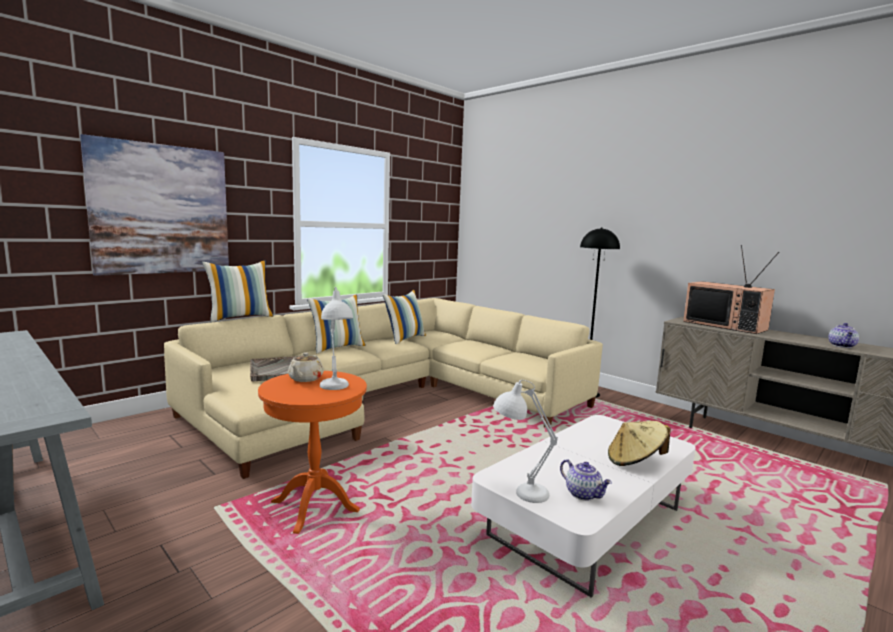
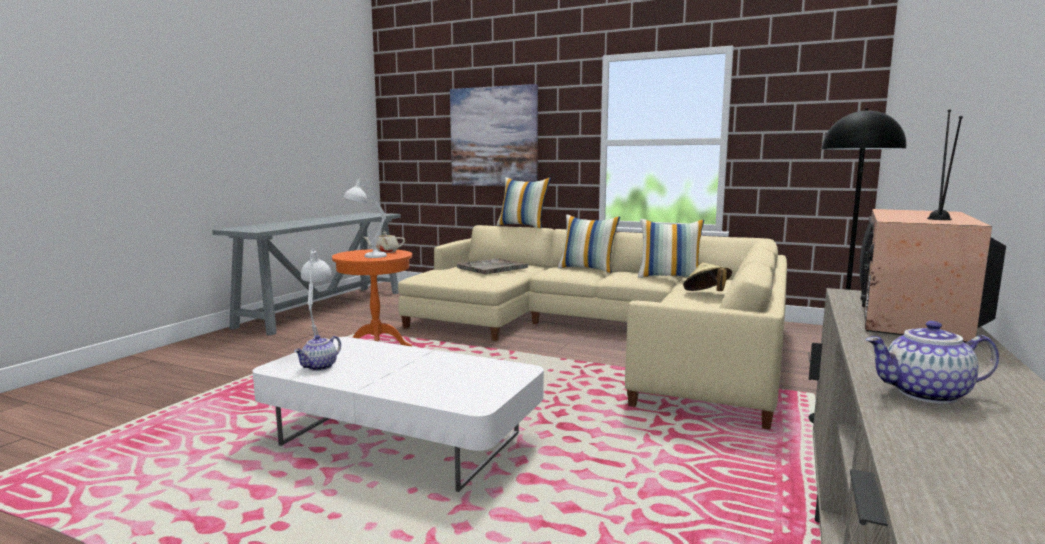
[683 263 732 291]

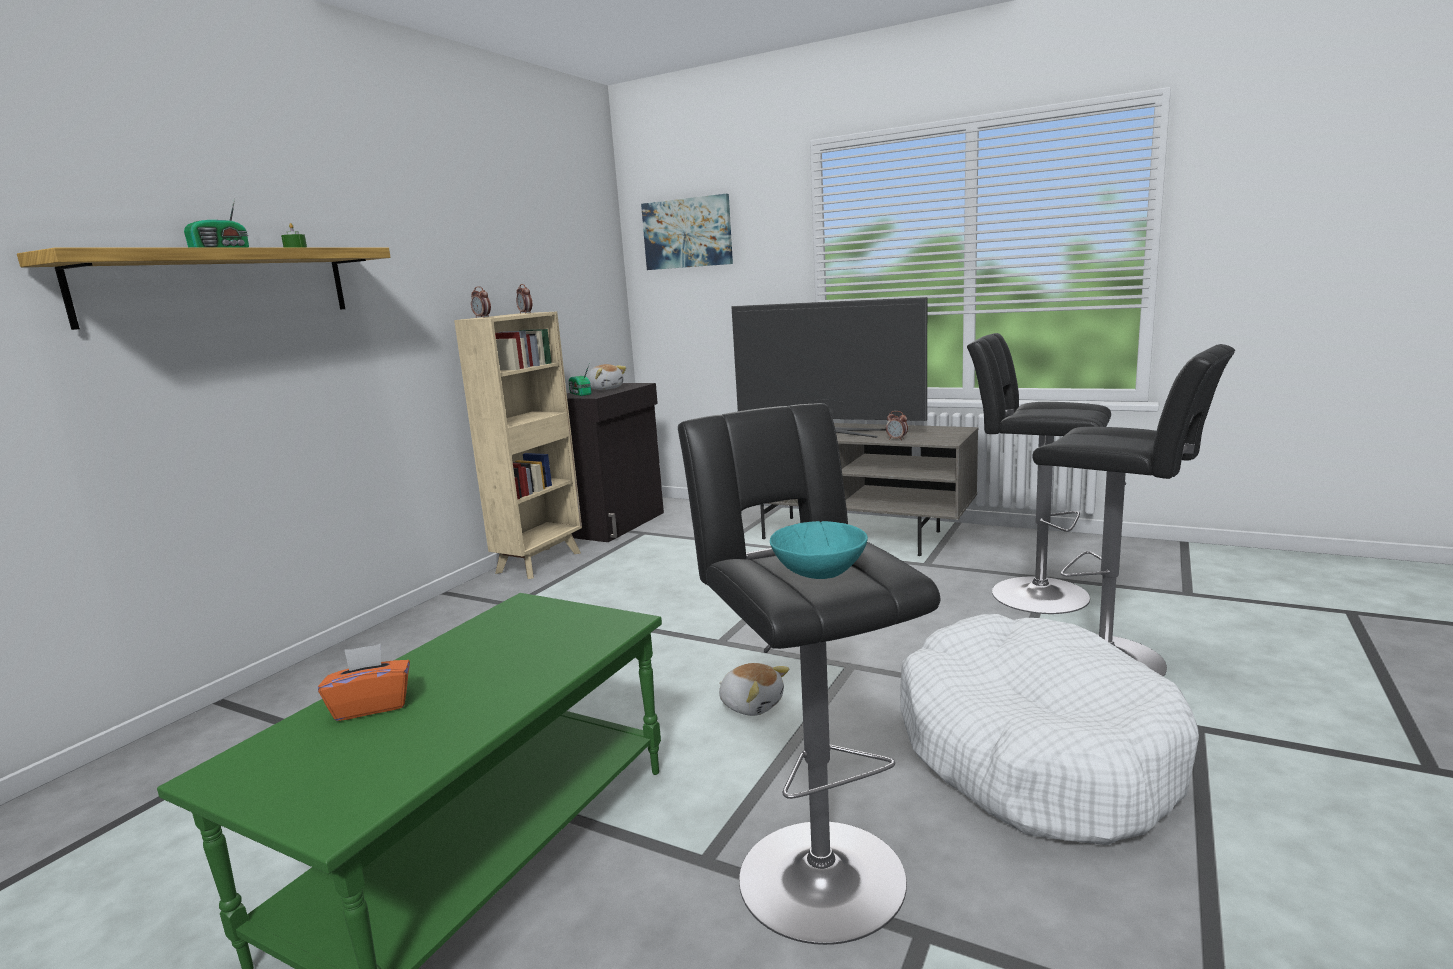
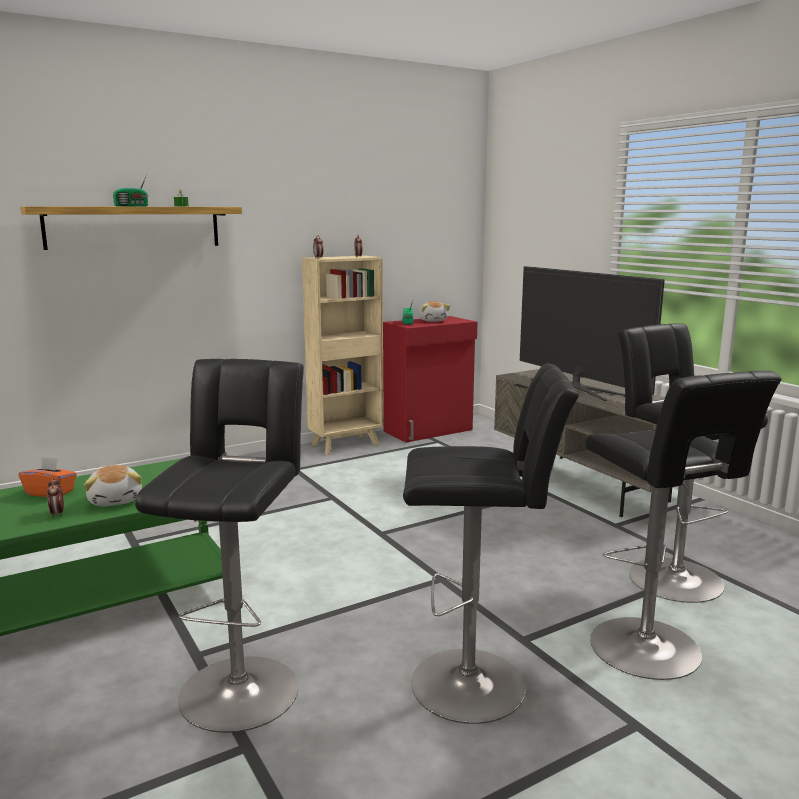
[641 194 733 270] (first image)
[770 521 868 579] (first image)
[84 465 142 506]
[47 477 64 518]
[403 363 579 724]
[383 316 477 443]

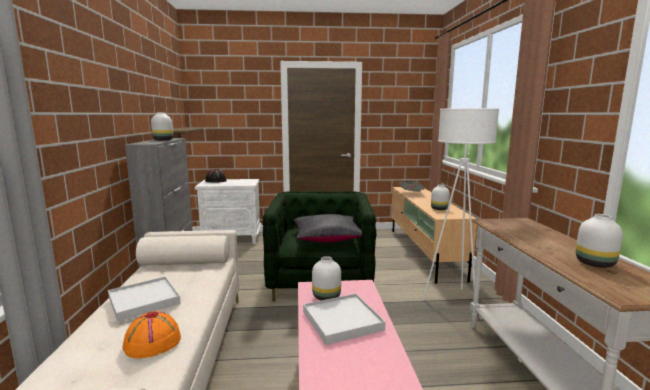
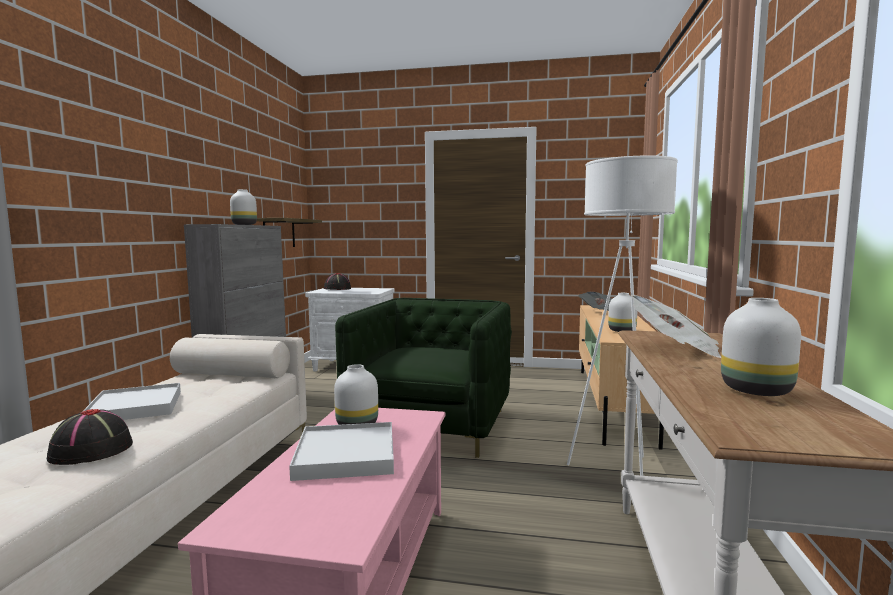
[294 214 362 243] (first image)
[631 295 721 358]
[47 409 133 465]

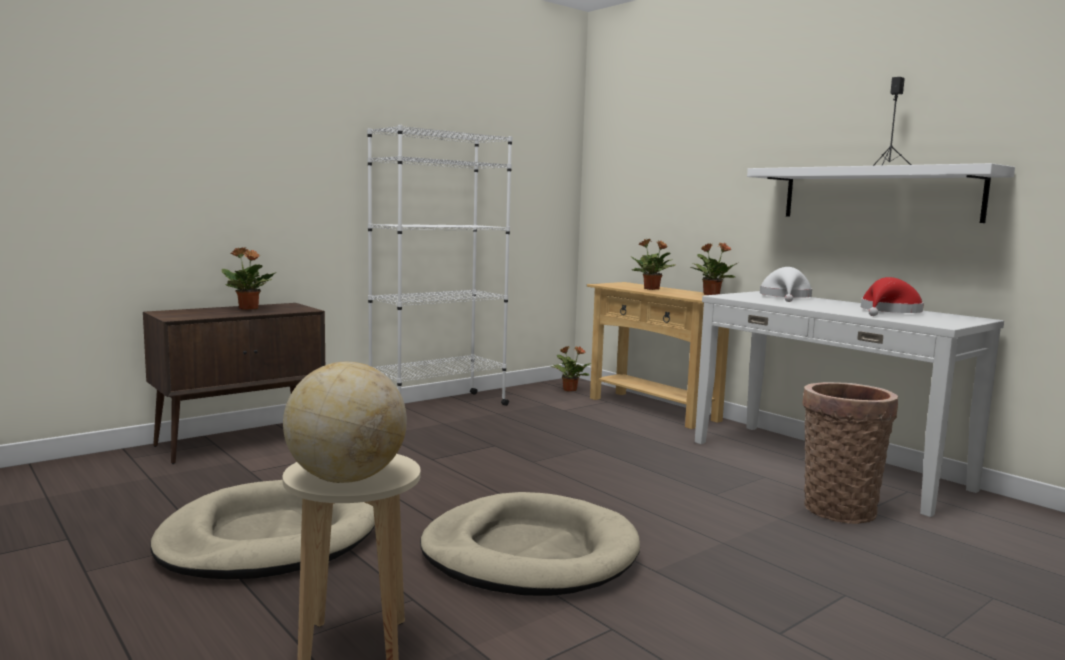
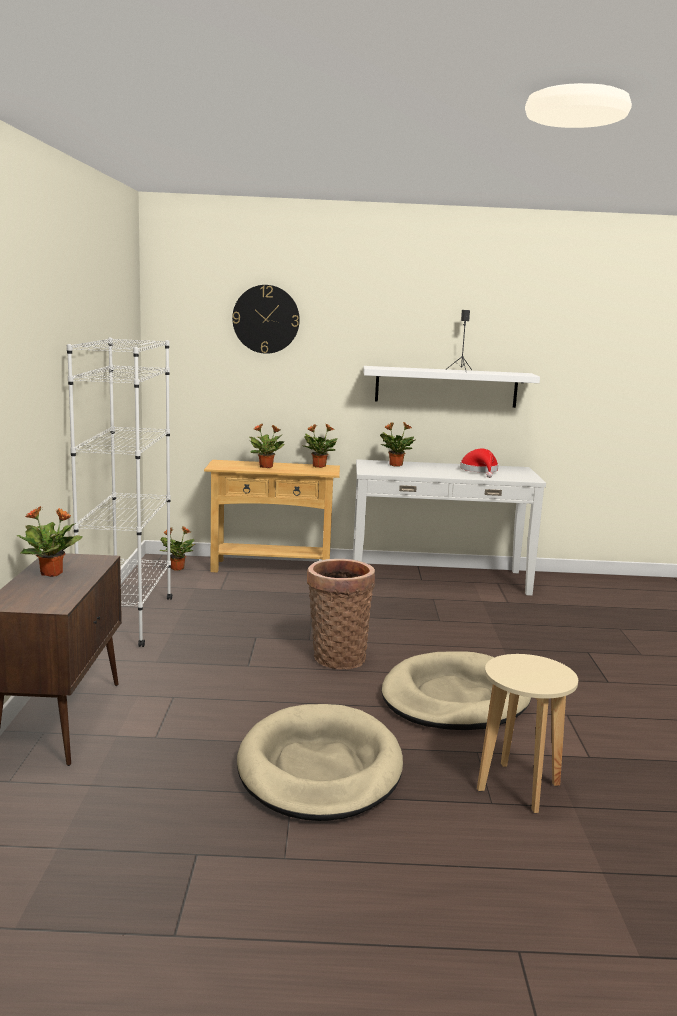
[283 362 407 483] (first image)
[232 285 300 354]
[307 559 375 669]
[380 422 416 467]

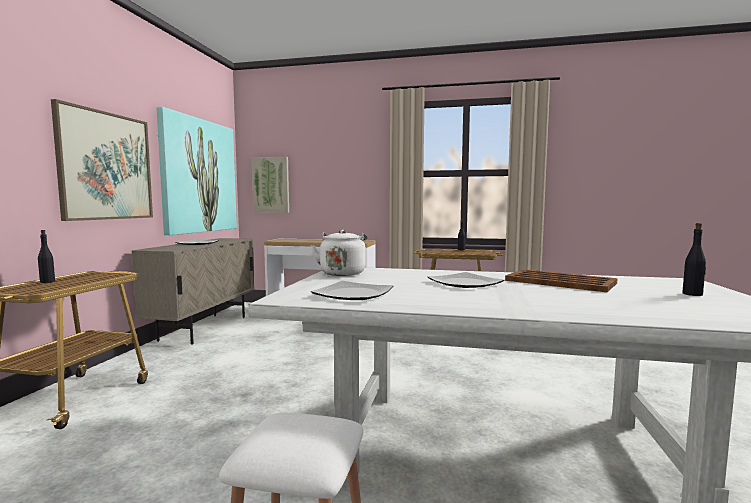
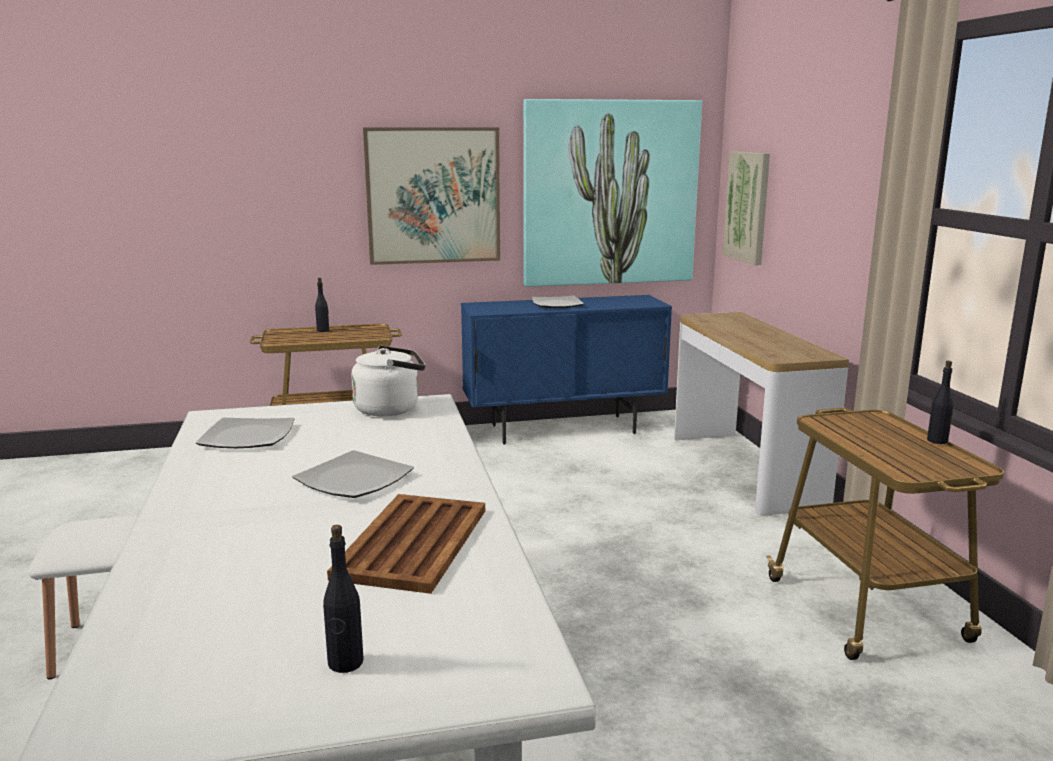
[461 295 672 445]

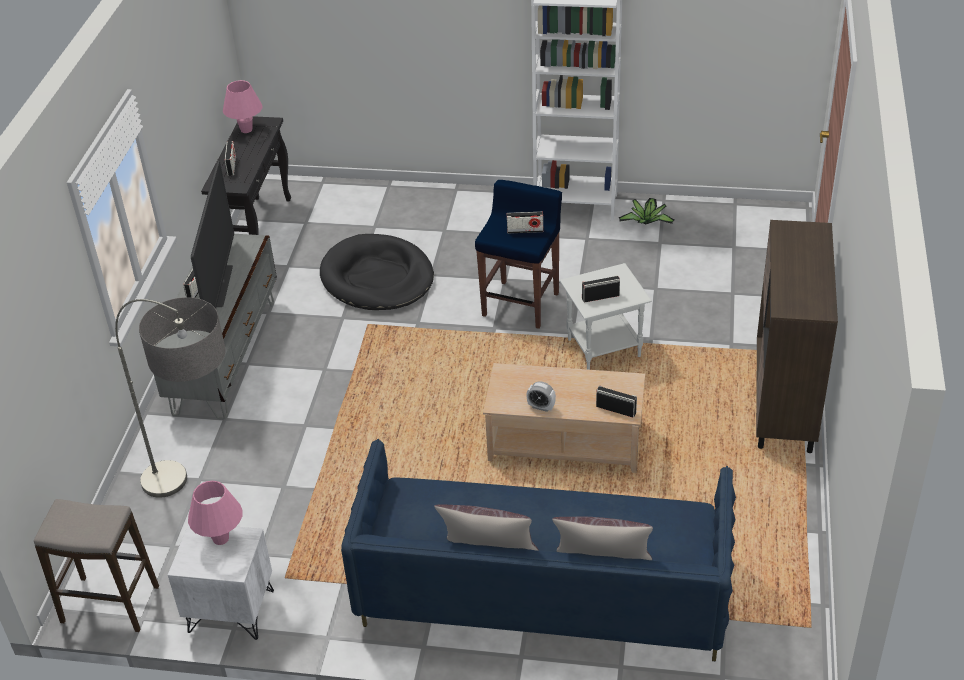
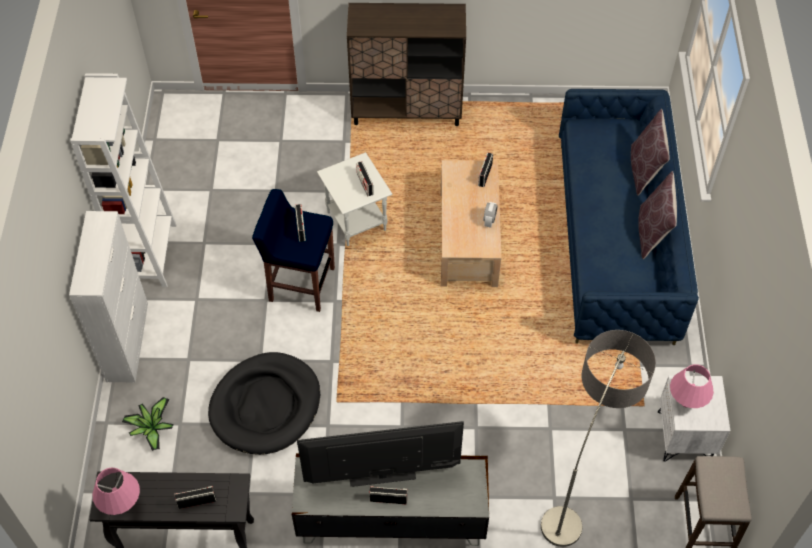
[69 211 148 383]
[122 397 174 451]

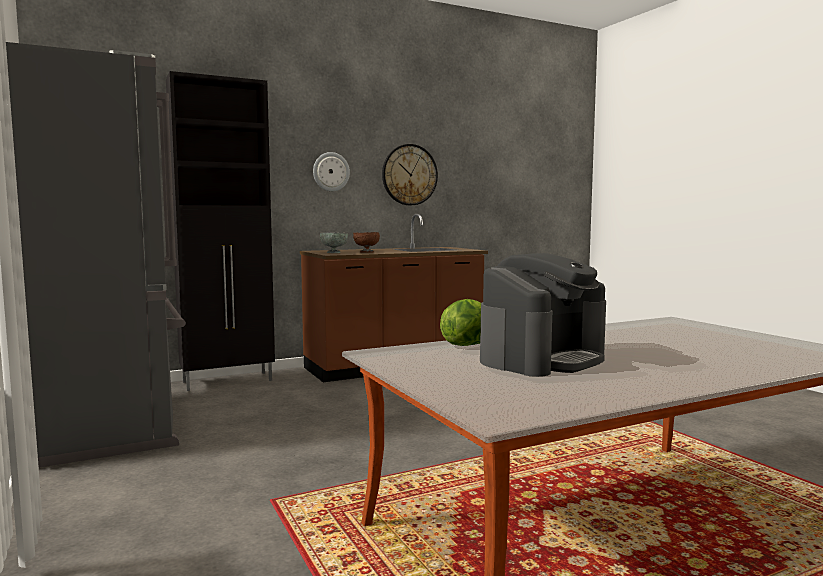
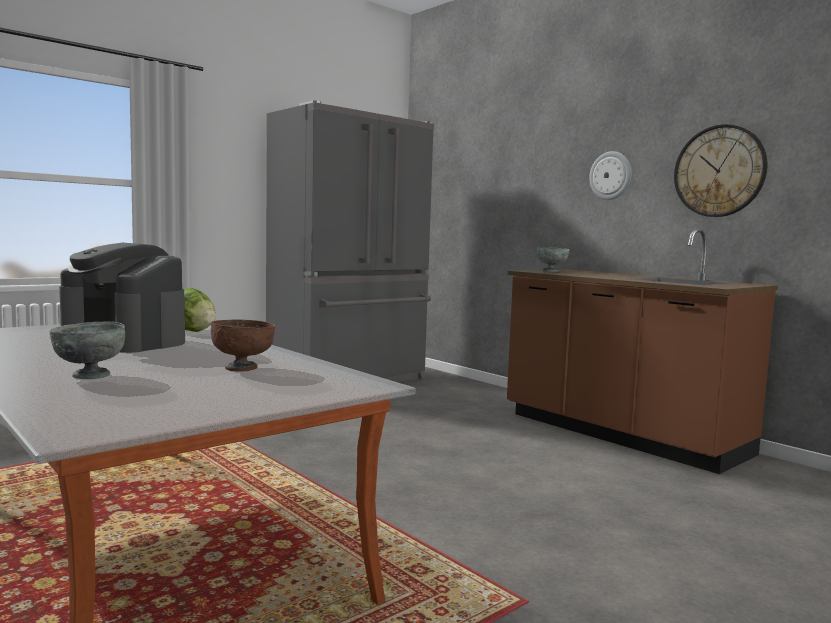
[166 71 275 391] (first image)
[49 322 125 379]
[211 319 276 372]

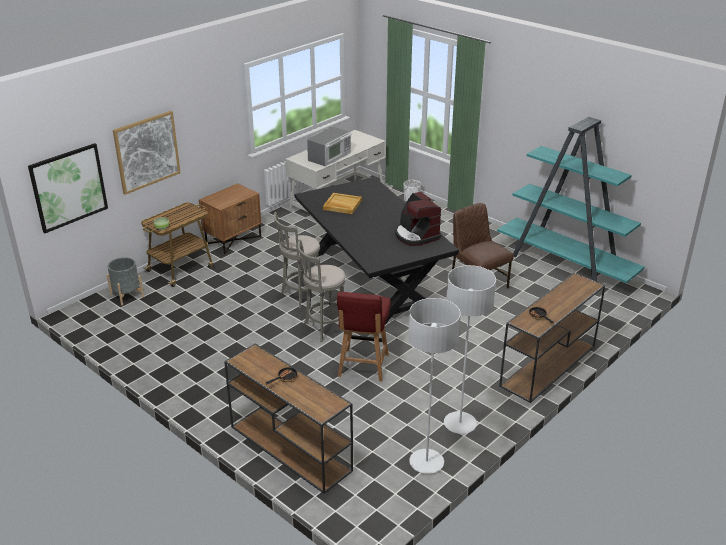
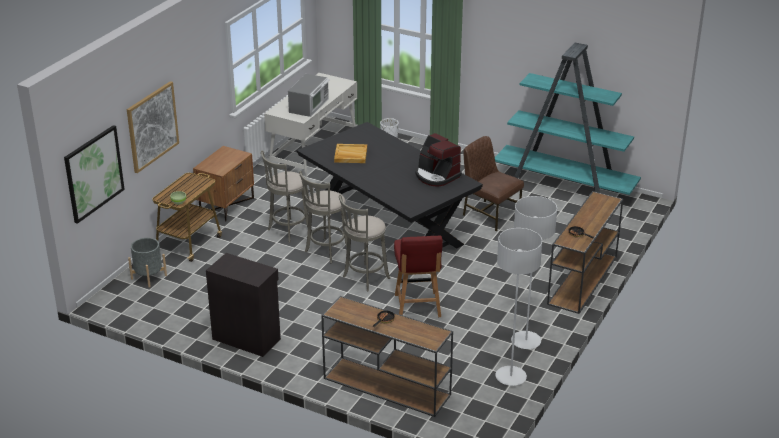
[206 253 281 357]
[261 150 312 243]

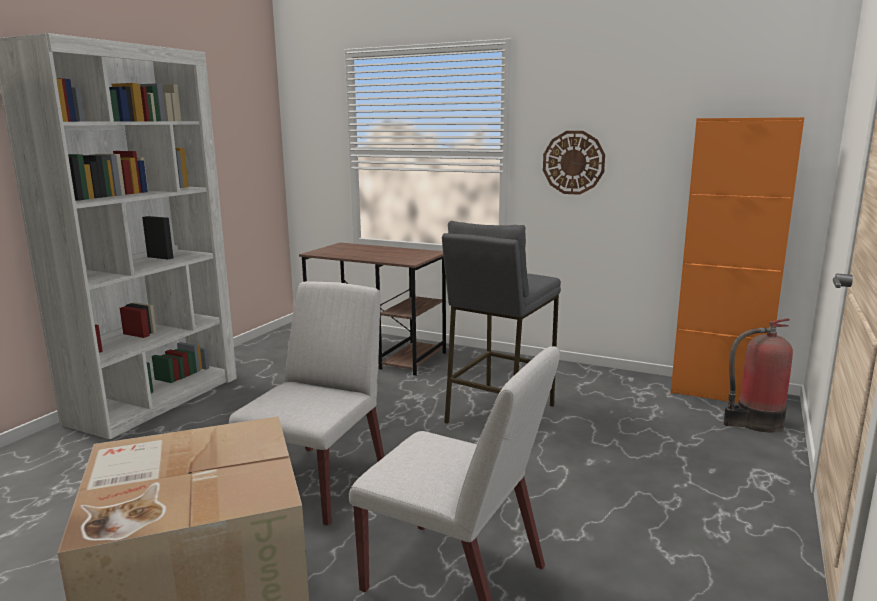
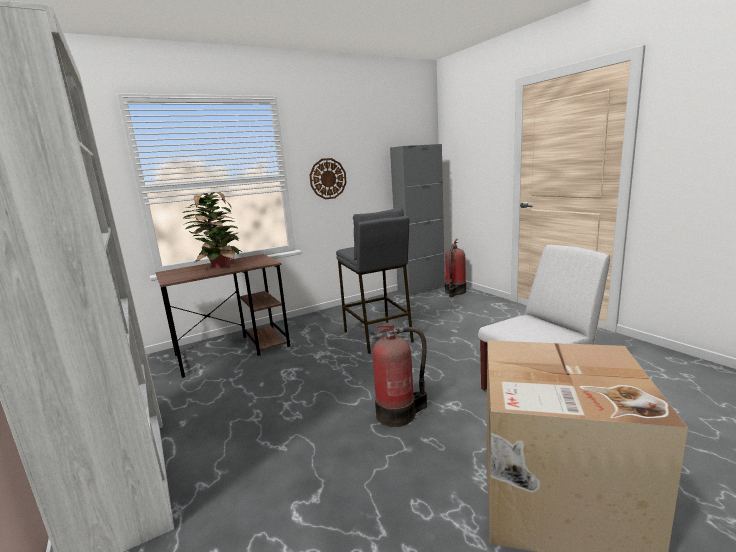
[182 192 240 268]
[373 324 427 427]
[390 144 445 297]

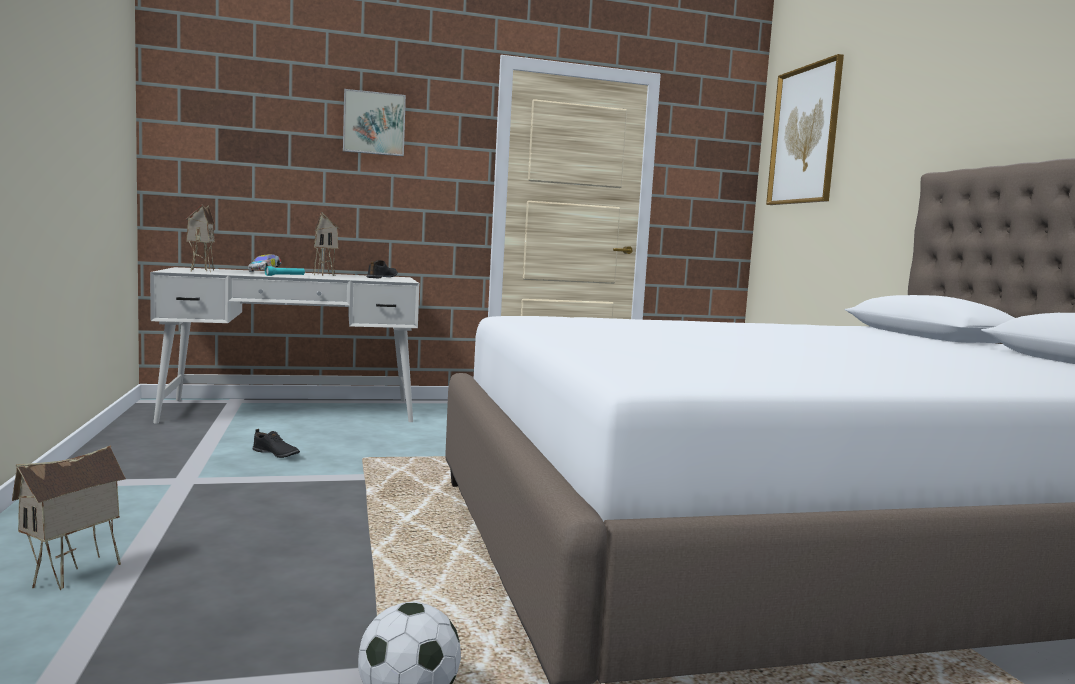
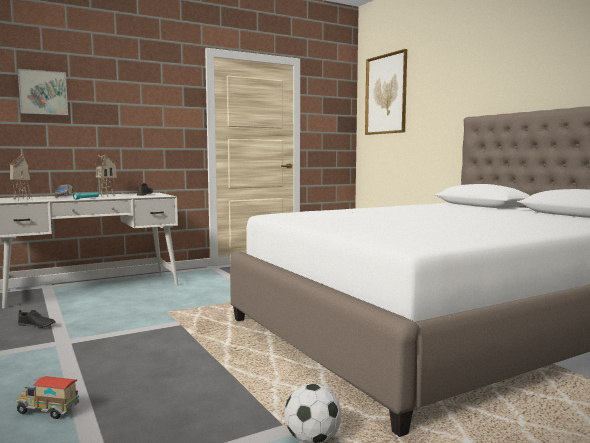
[18 310 56 328]
[18 69 68 115]
[14 376 80 419]

